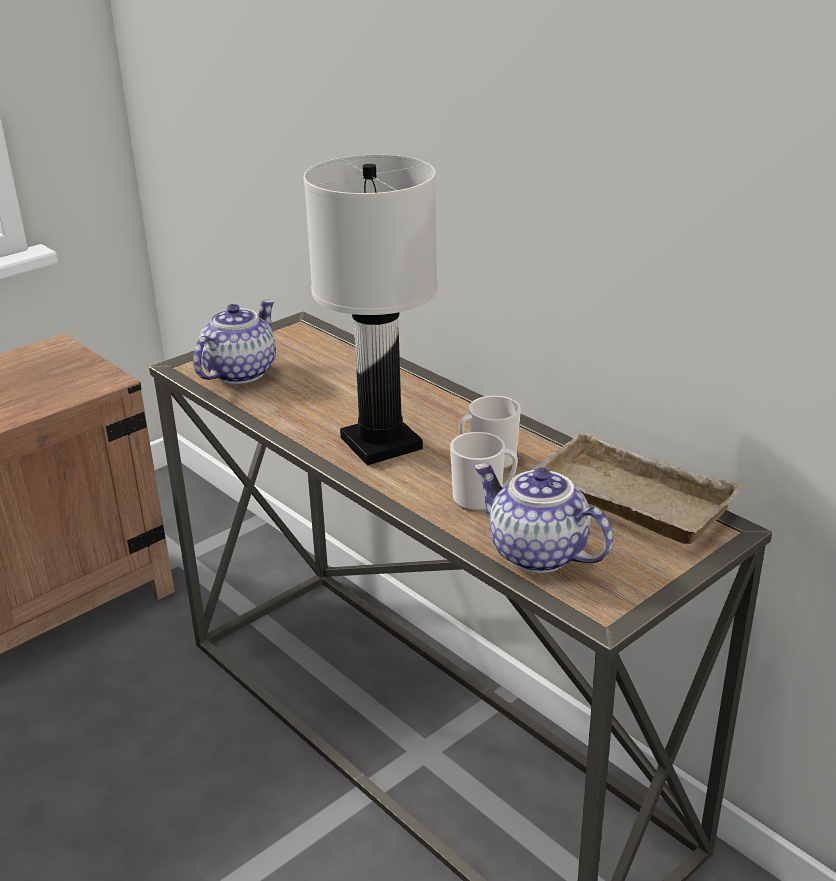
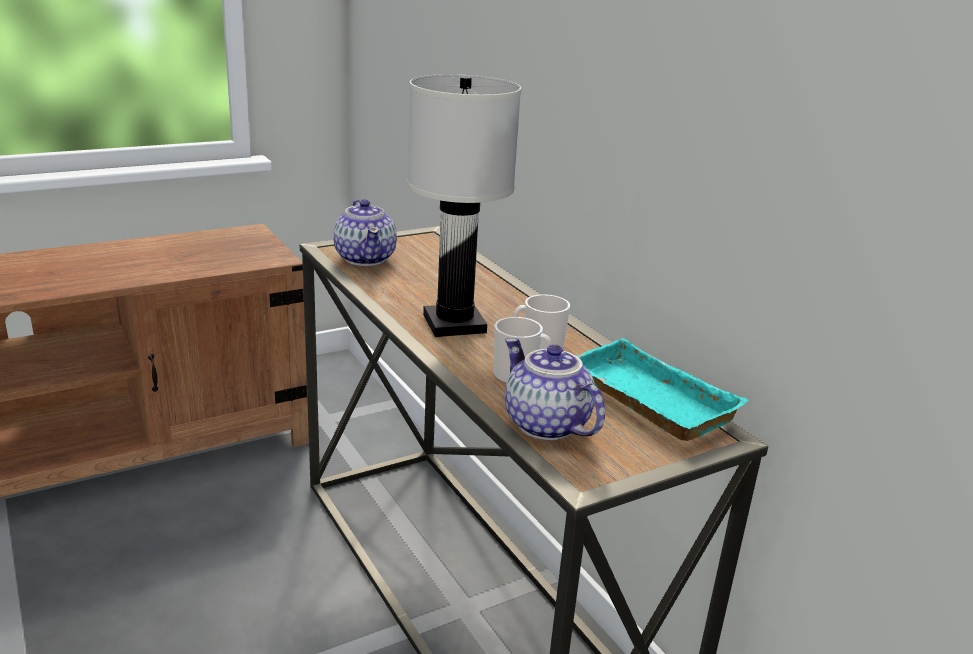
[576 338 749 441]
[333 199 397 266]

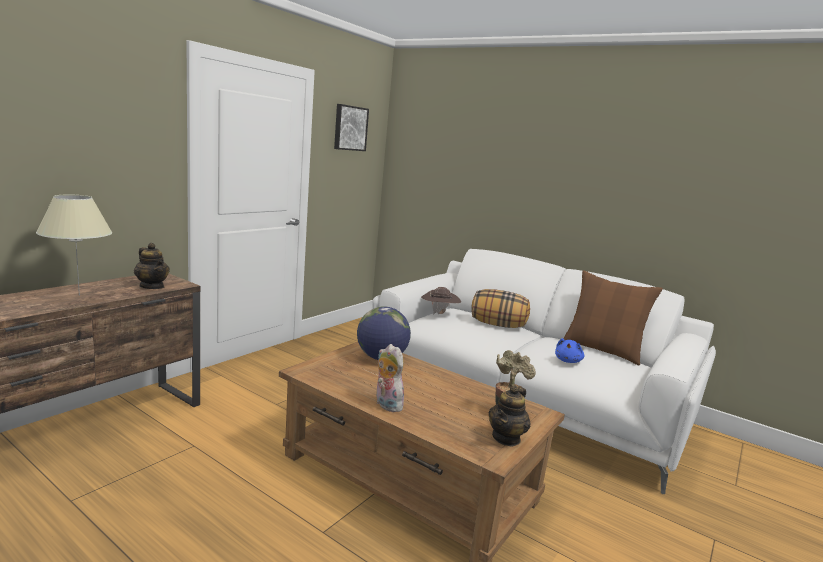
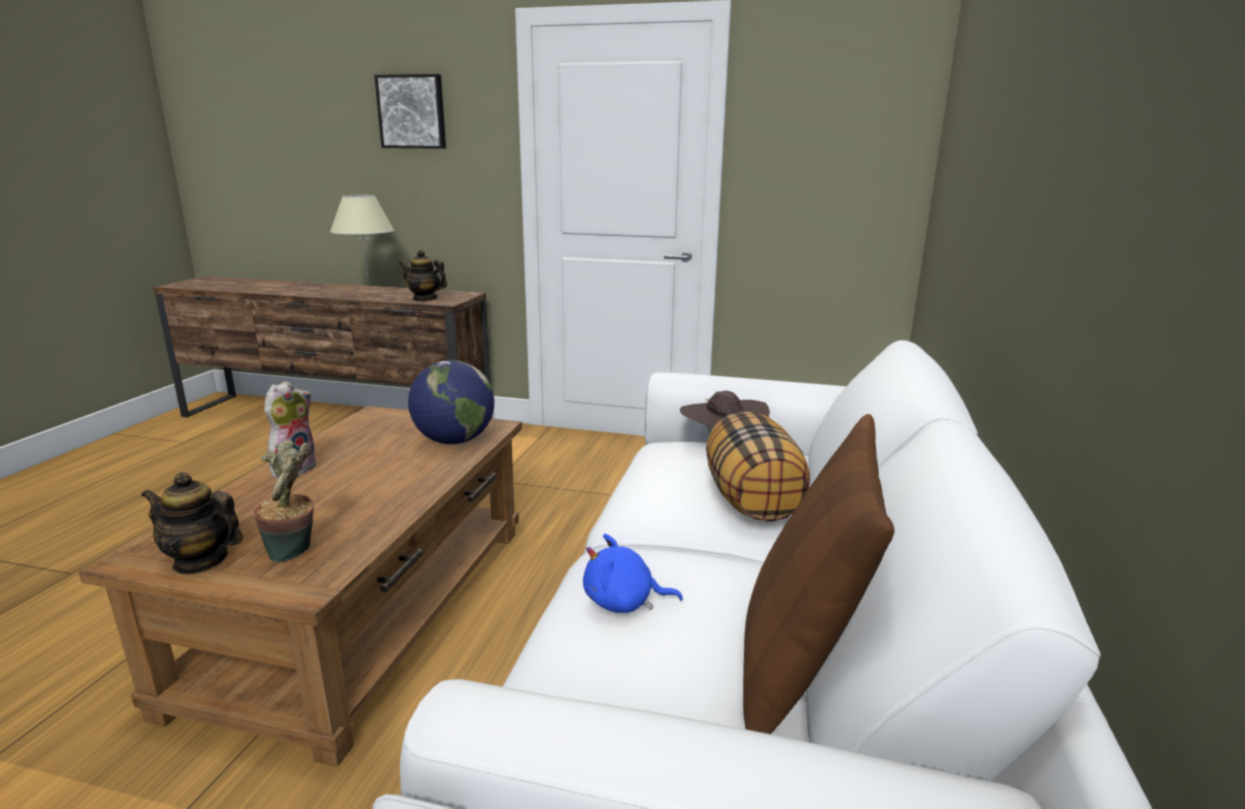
[374 74 446 149]
[400 250 447 301]

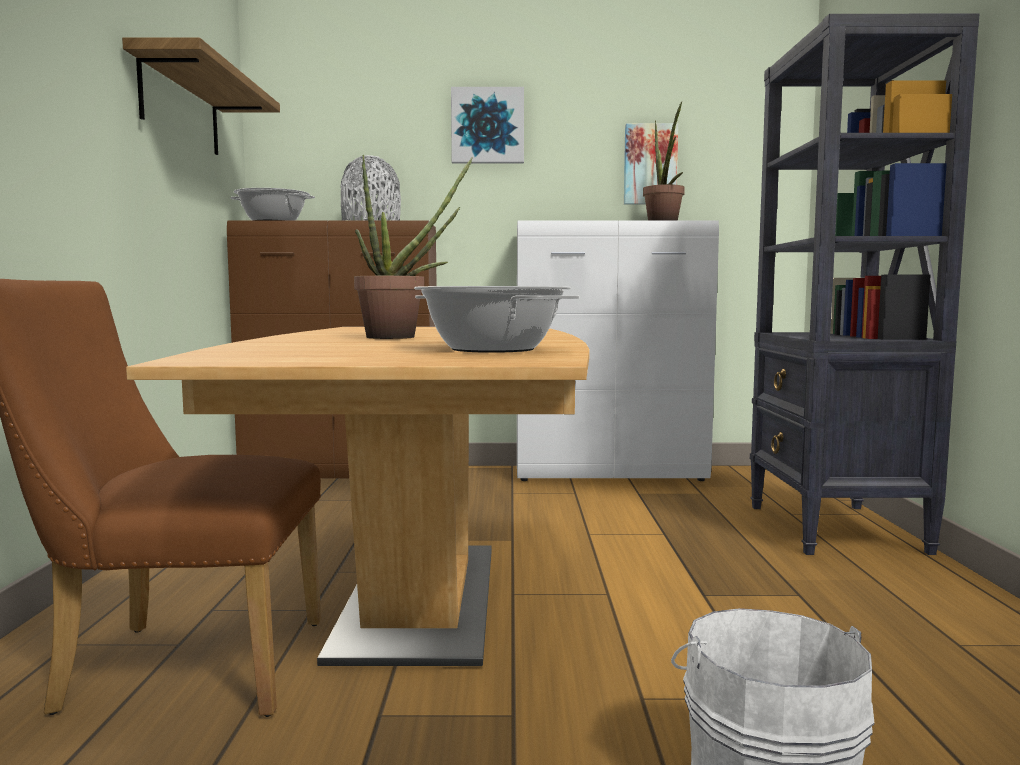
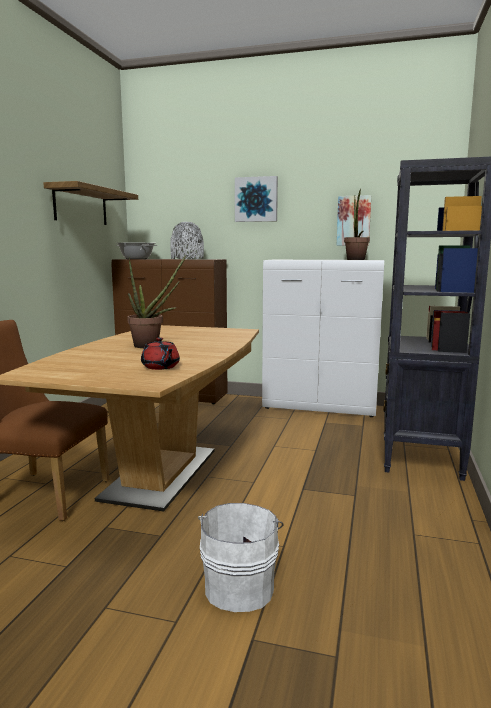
[141 337 180 370]

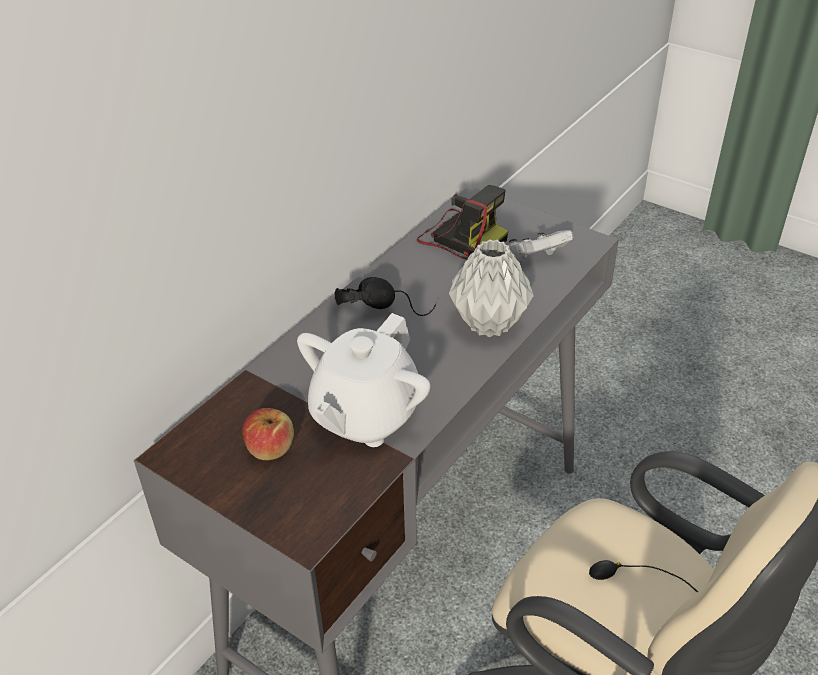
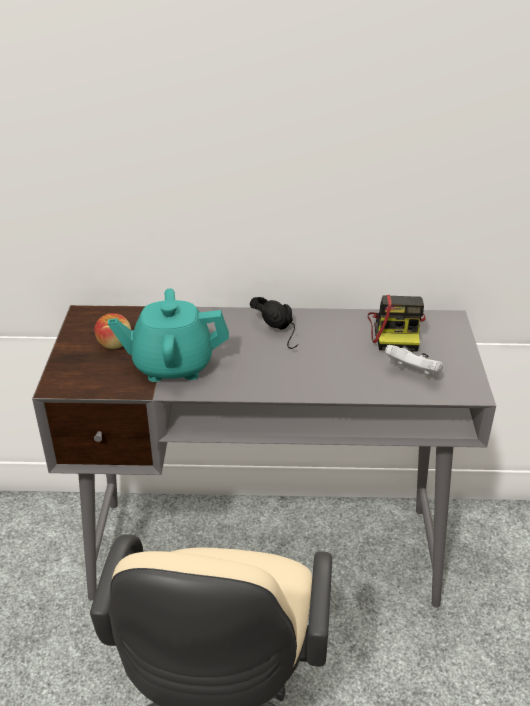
[449 239 534 337] (first image)
[108 288 229 382]

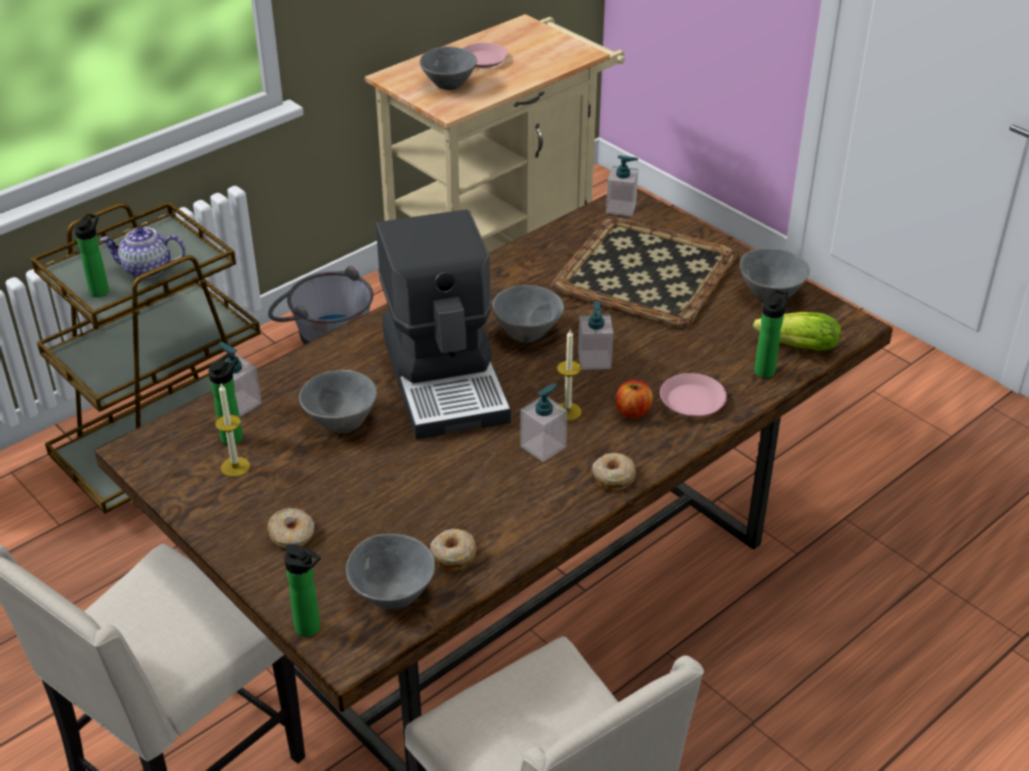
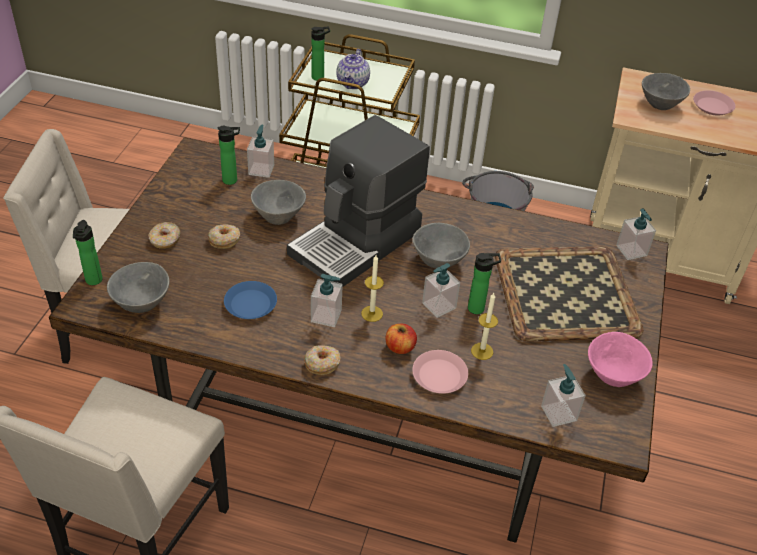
[224 281 277 319]
[471 293 498 360]
[208 224 240 249]
[468 253 501 314]
[541 364 586 427]
[588 332 653 387]
[336 49 370 89]

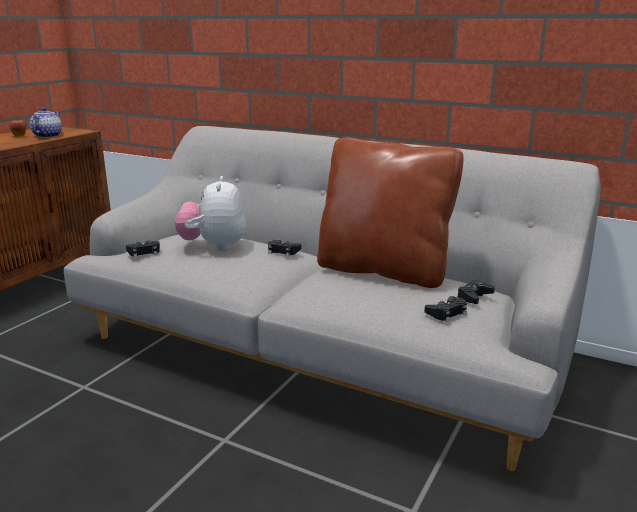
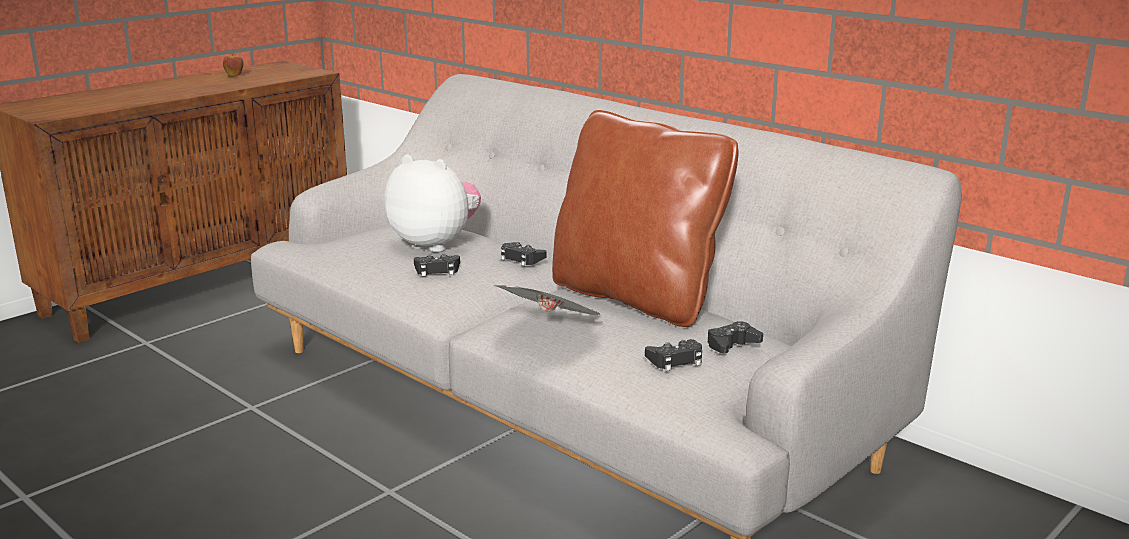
[30 107 62 138] (first image)
[488 285 603 316]
[414 254 460 276]
[385 155 481 252]

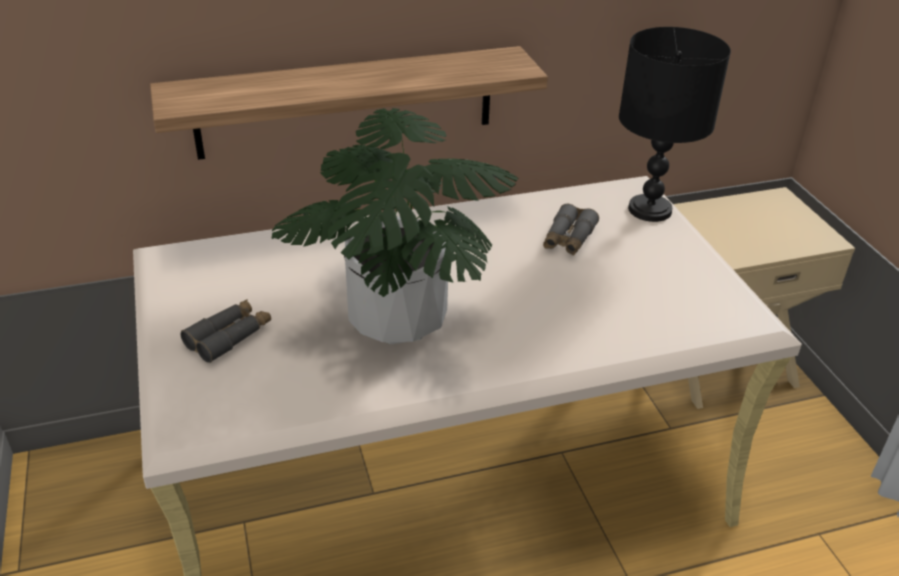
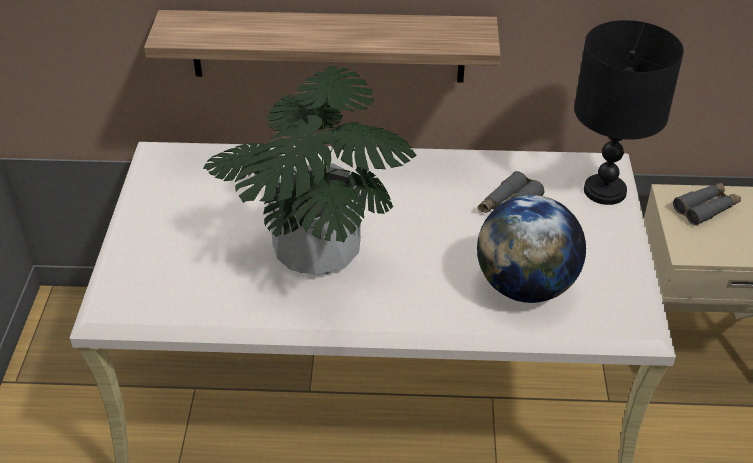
[477 195 586 303]
[673 182 741 225]

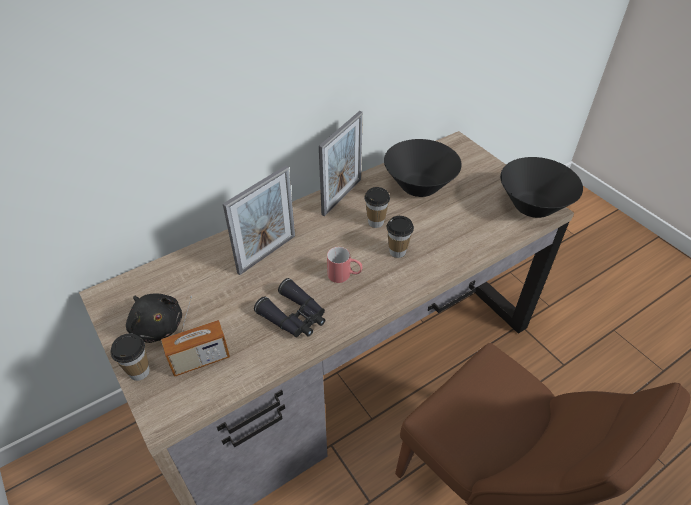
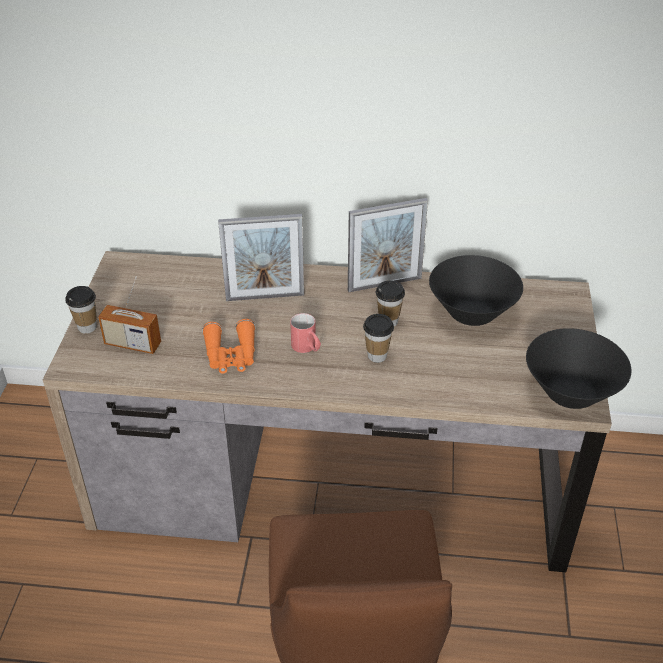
[126 294 182 343] (first image)
[202 319 255 373]

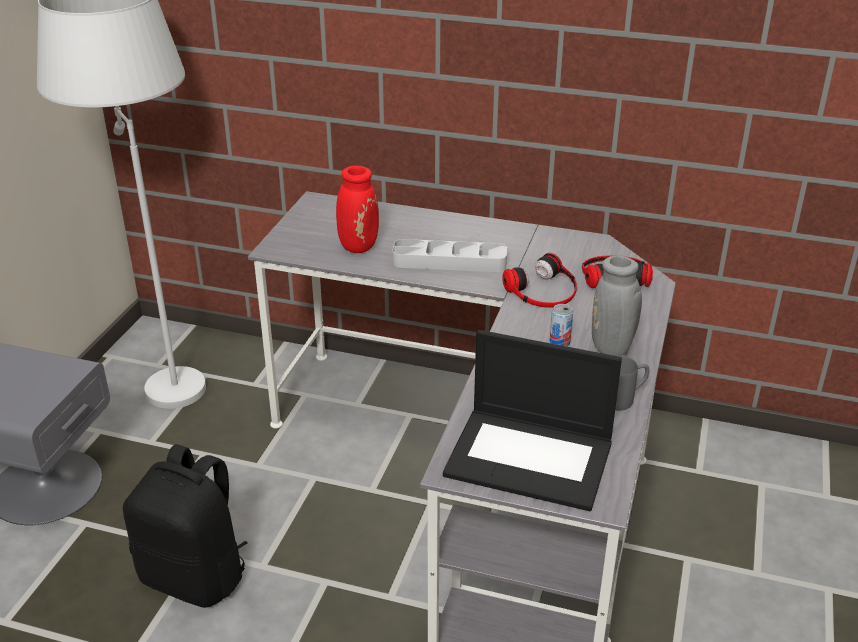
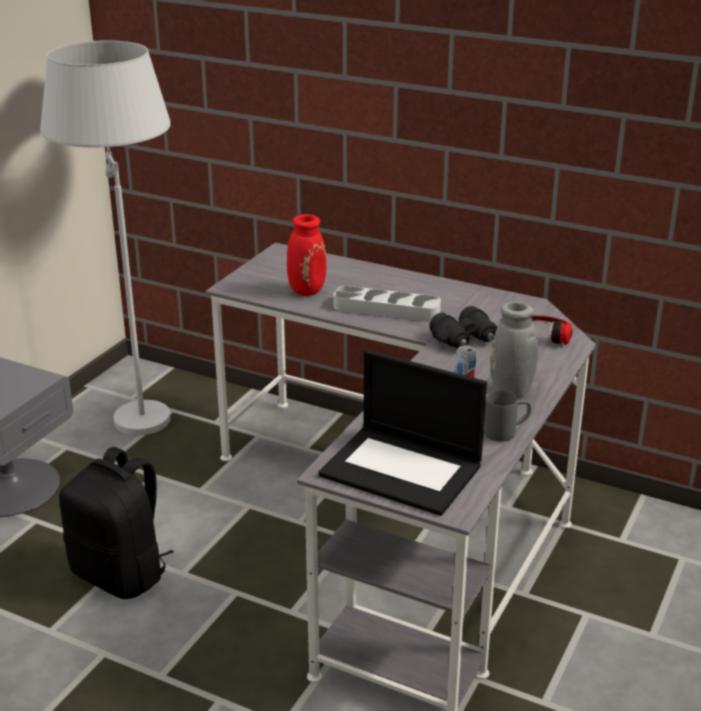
[430 306 497 349]

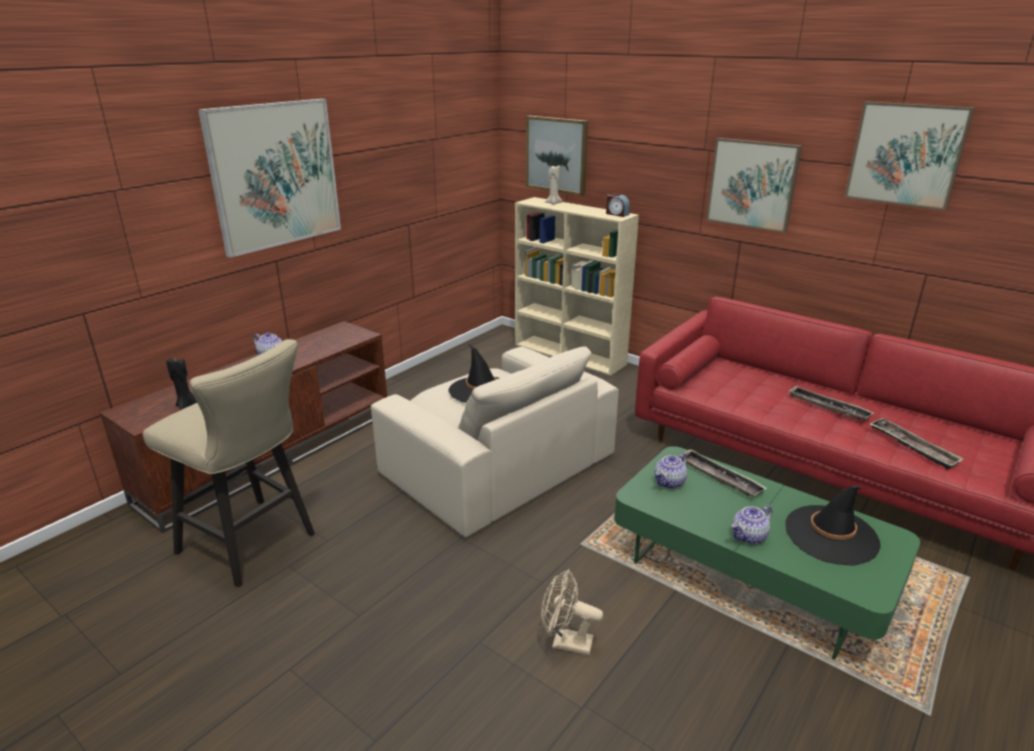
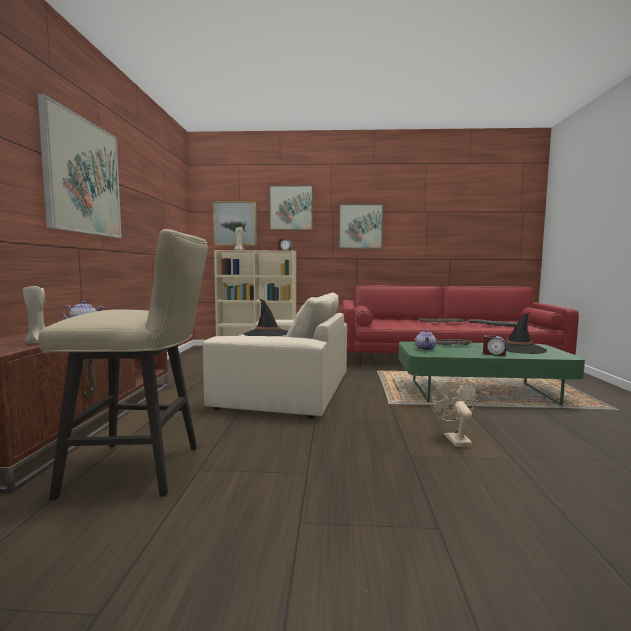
[269 185 313 231]
[483 335 506 356]
[23 284 45 344]
[431 378 478 447]

